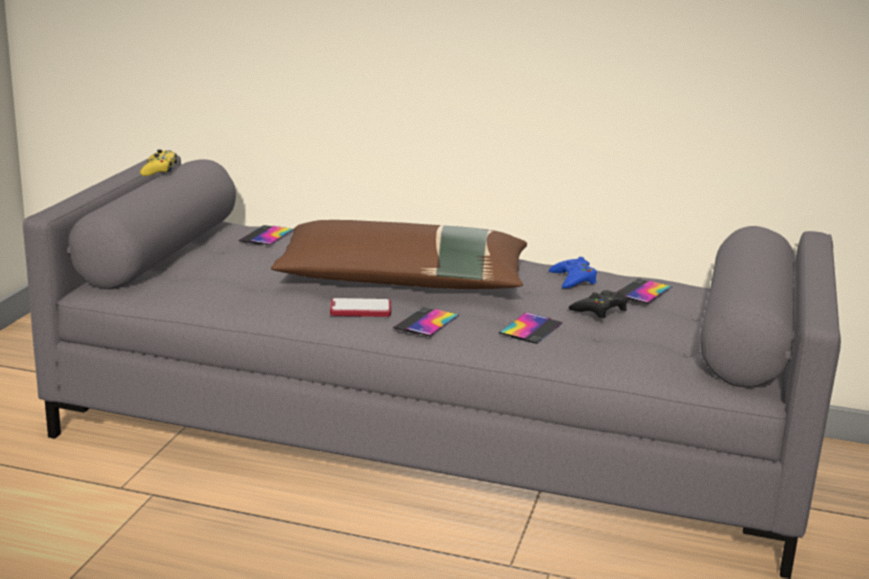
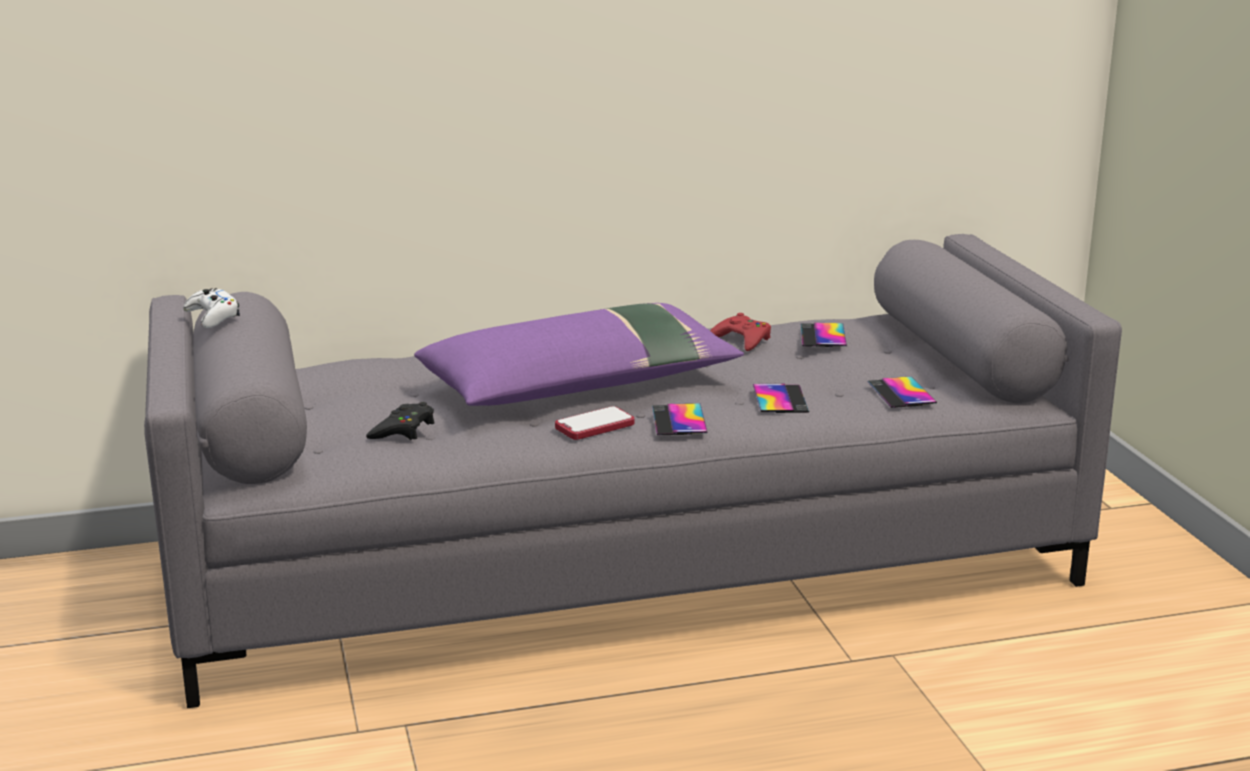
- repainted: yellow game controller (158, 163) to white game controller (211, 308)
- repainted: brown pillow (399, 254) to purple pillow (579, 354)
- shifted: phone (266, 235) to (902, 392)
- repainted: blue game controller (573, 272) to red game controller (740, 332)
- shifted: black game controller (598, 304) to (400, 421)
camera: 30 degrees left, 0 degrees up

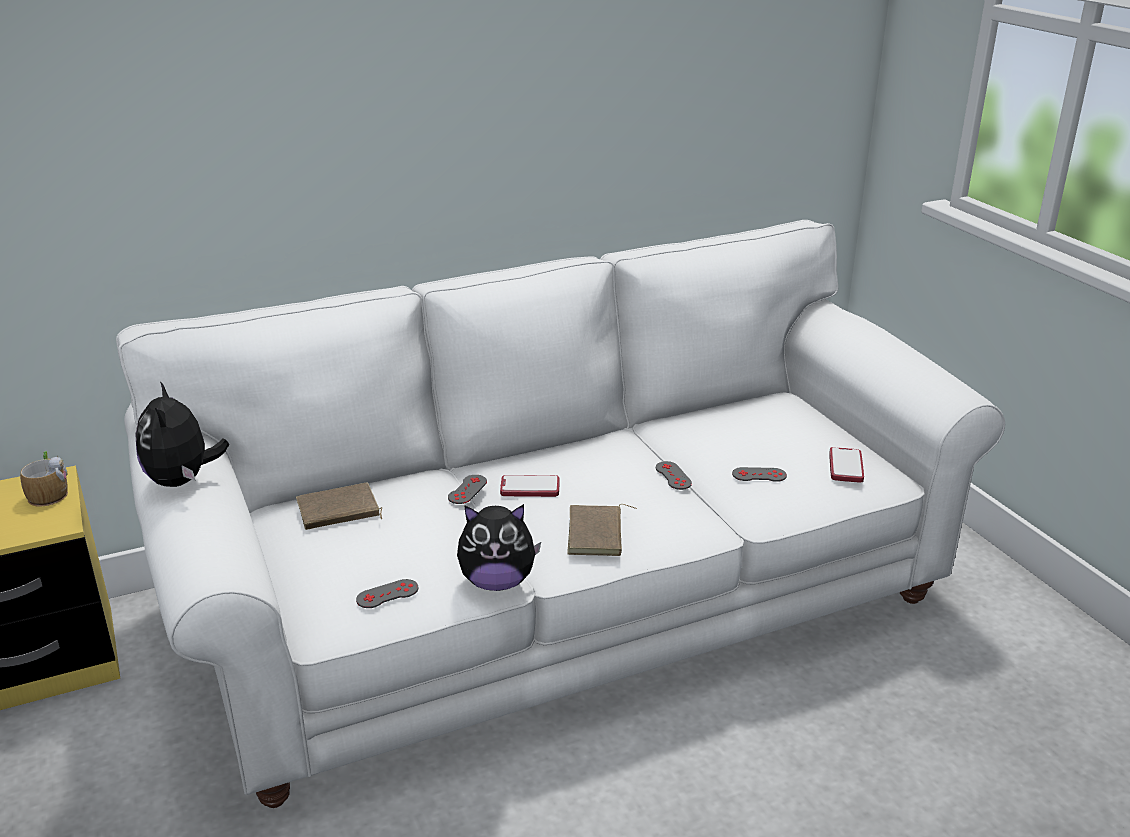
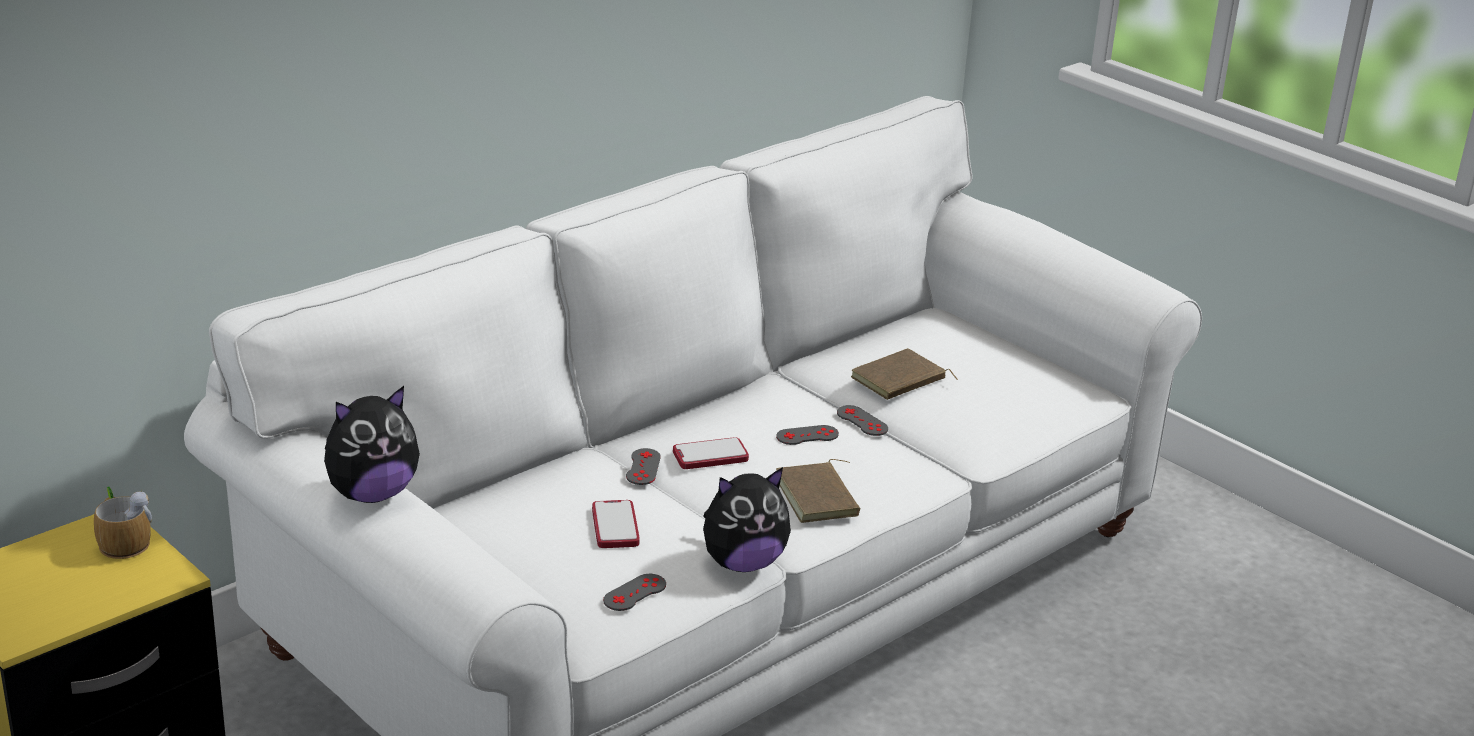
- rotated: plush toy (182, 434) = (372, 444) 90 degrees counterclockwise
- shifted: phone (846, 465) to (616, 524)
- shifted: grey game controller (759, 474) to (807, 435)
- shifted: brown book (339, 506) to (904, 374)
camera: 20 degrees left, 0 degrees up

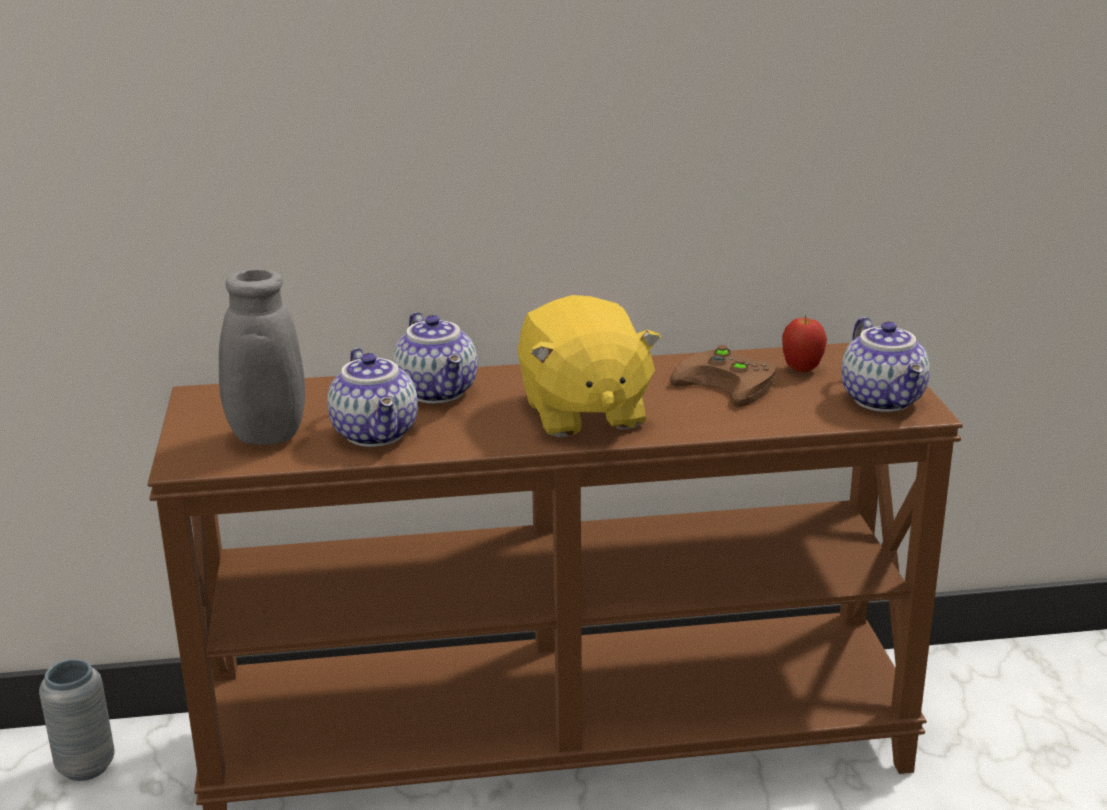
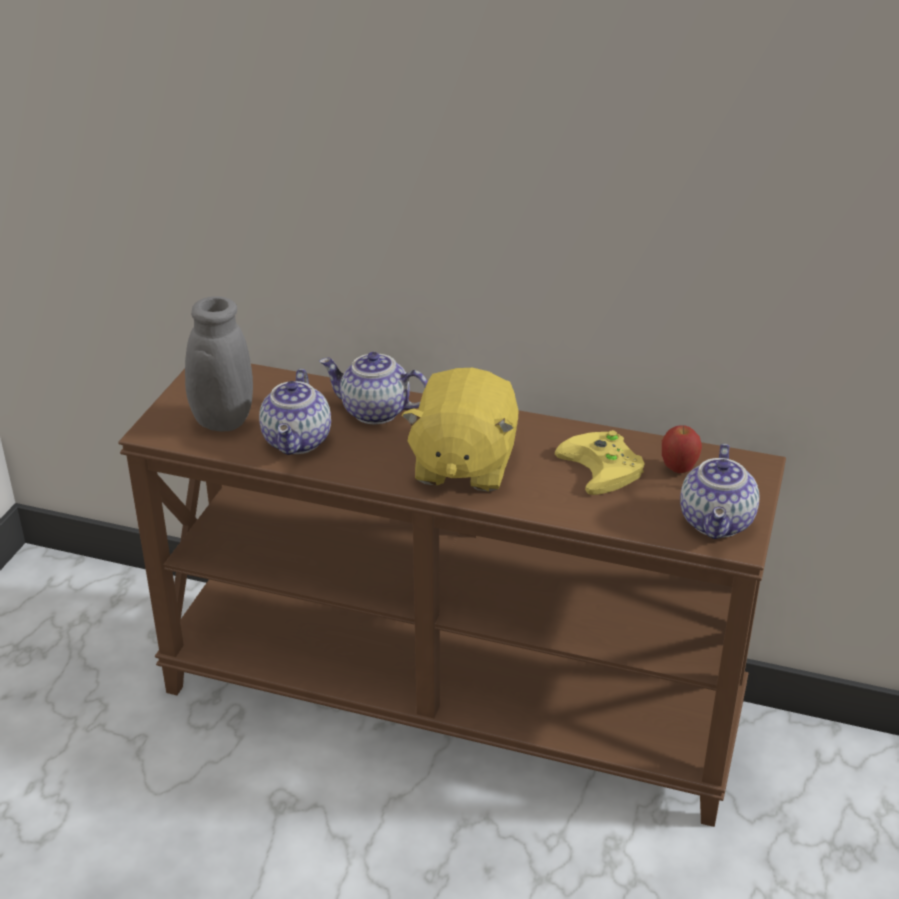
- rotated: teapot (435, 357) = (373, 388) 105 degrees clockwise
- repainted: brown game controller (723, 376) to yellow game controller (600, 462)
- gone: grey vase (77, 720)
camera: 25 degrees right, 10 degrees up

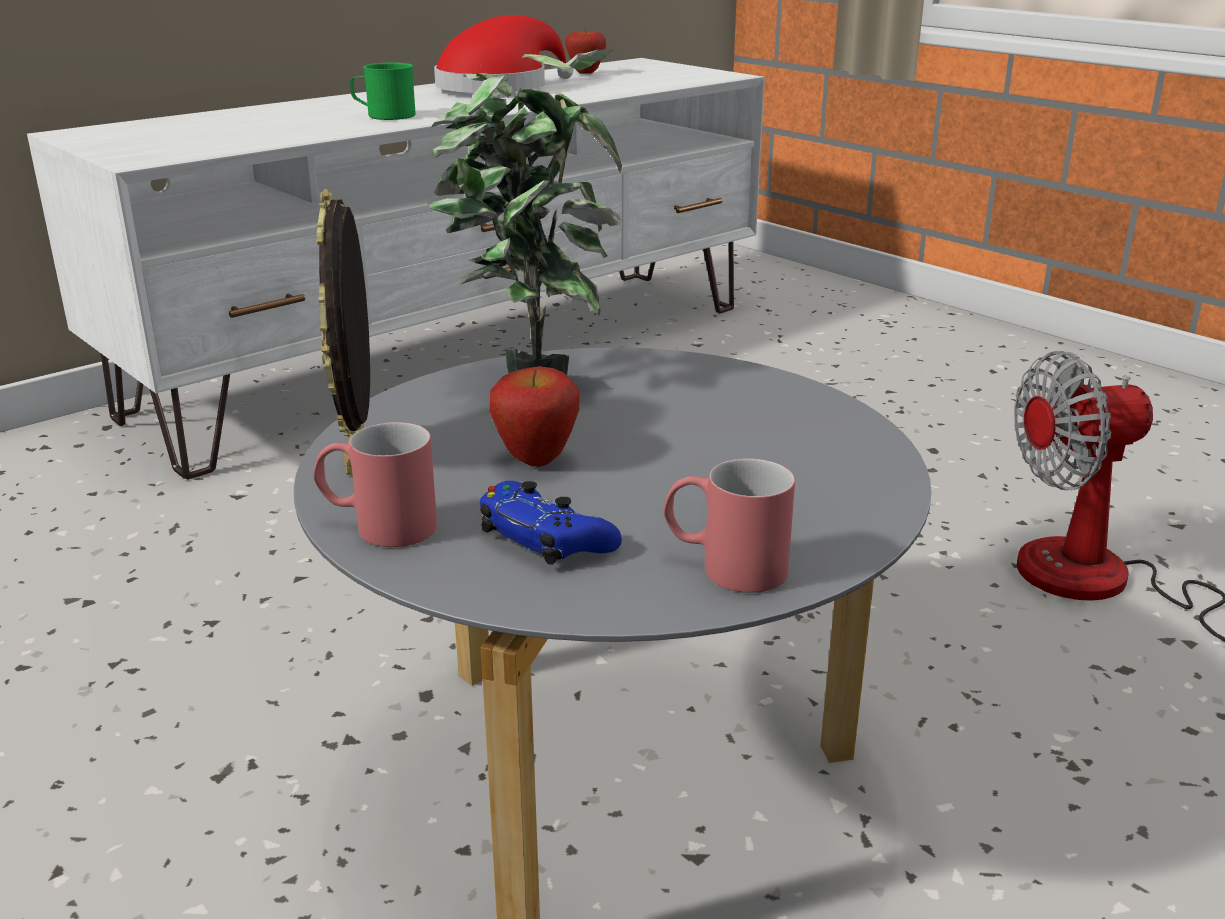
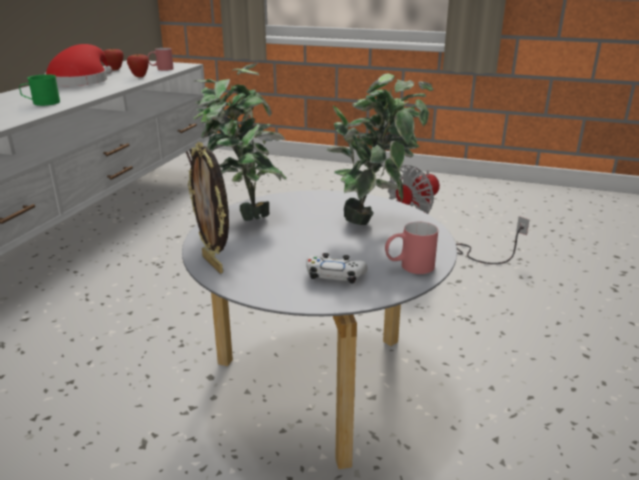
- shifted: apple (534, 416) to (138, 65)
- shifted: red mug (375, 484) to (161, 59)
- repainted: blue game controller (551, 523) to white game controller (336, 268)
- new: potted plant (380, 149)
camera: 30 degrees left, 0 degrees up

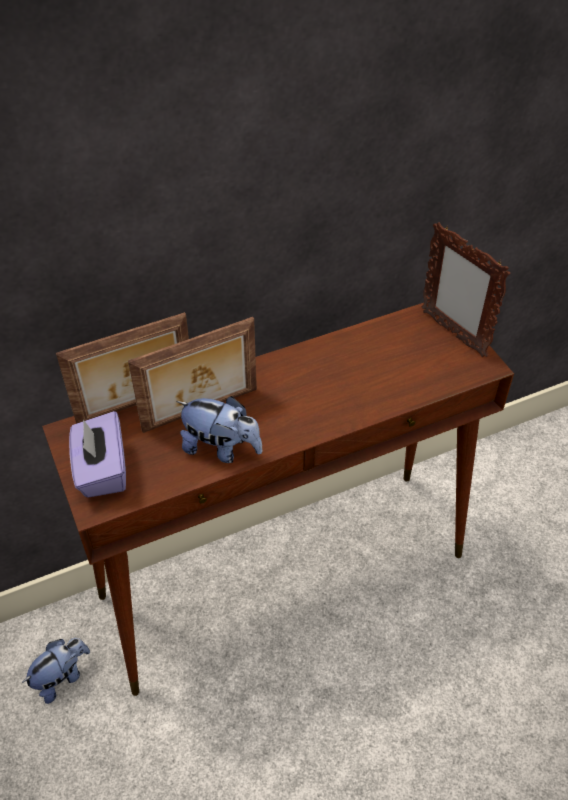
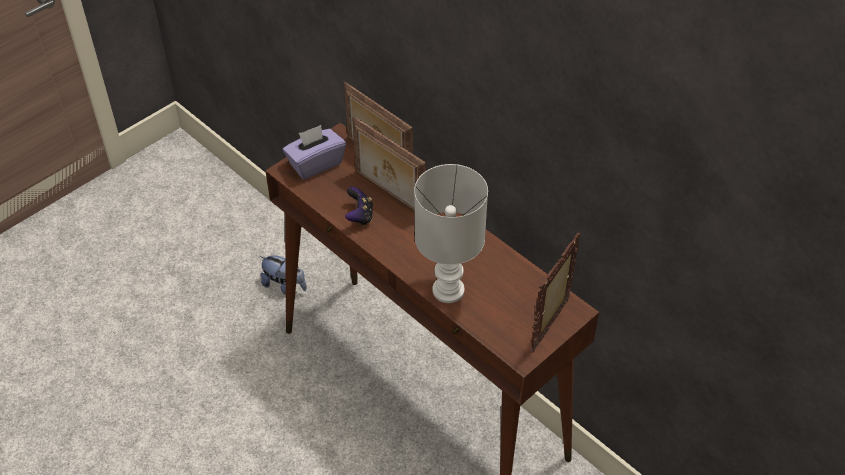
- swapped: plush toy (219, 429) to game controller (359, 206)
- new: white table lamp (451, 233)
camera: 70 degrees right, 0 degrees up

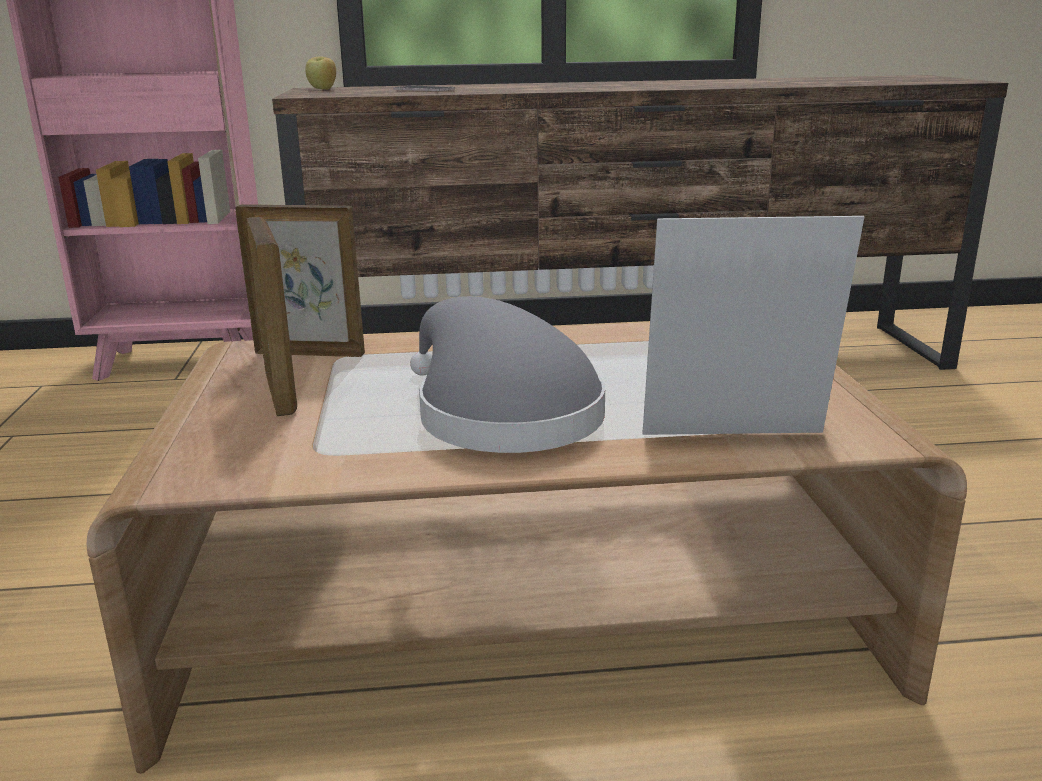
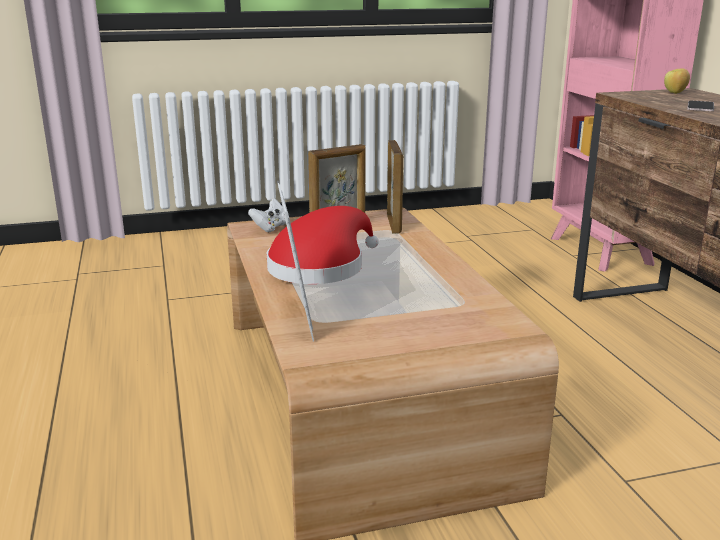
- repainted: grey hat (507, 374) to red hat (323, 245)
- new: white game controller (268, 215)
camera: 80 degrees right, 0 degrees up

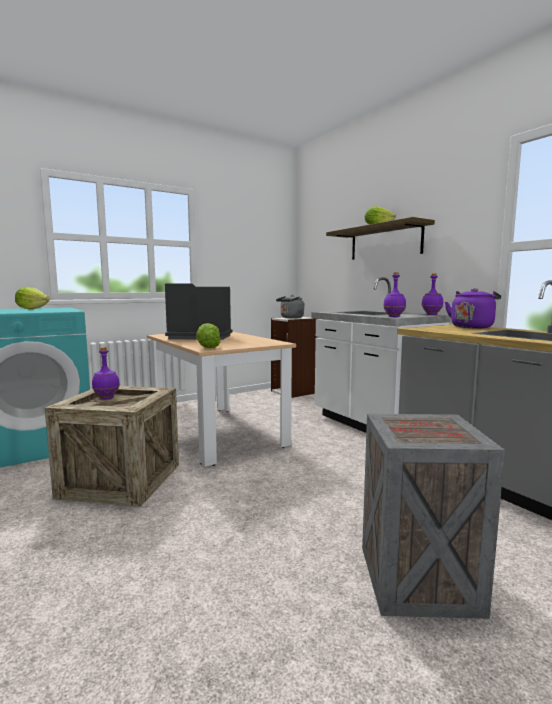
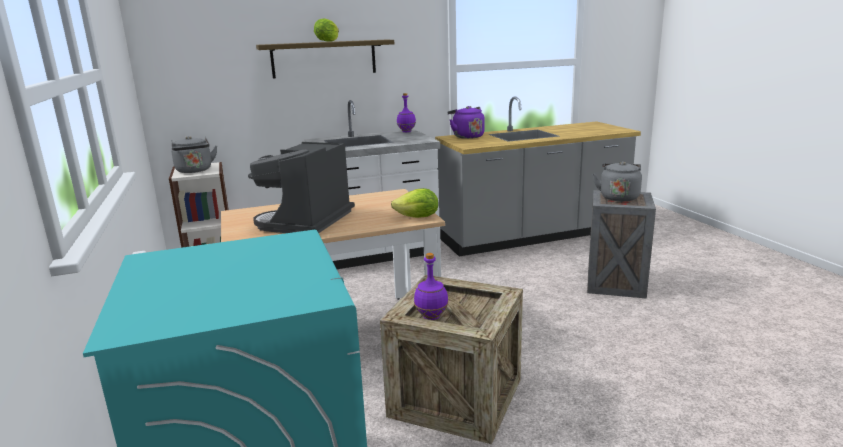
- gone: purple bottle (394, 294)
- gone: lettuce (32, 298)
- new: grey kettle (617, 181)
camera: 75 degrees left, 10 degrees up

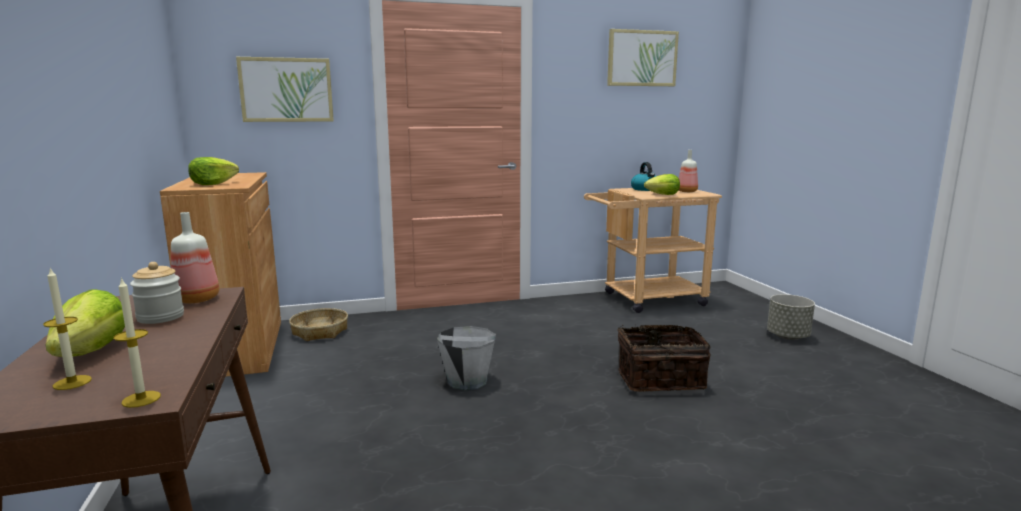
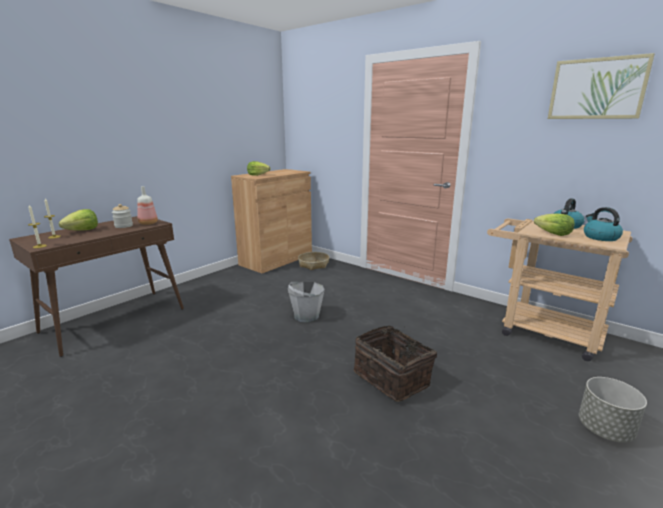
- gone: picture (285, 89)
- swapped: bottle (688, 171) to kettle (603, 224)
camera: 55 degrees right, 5 degrees up

